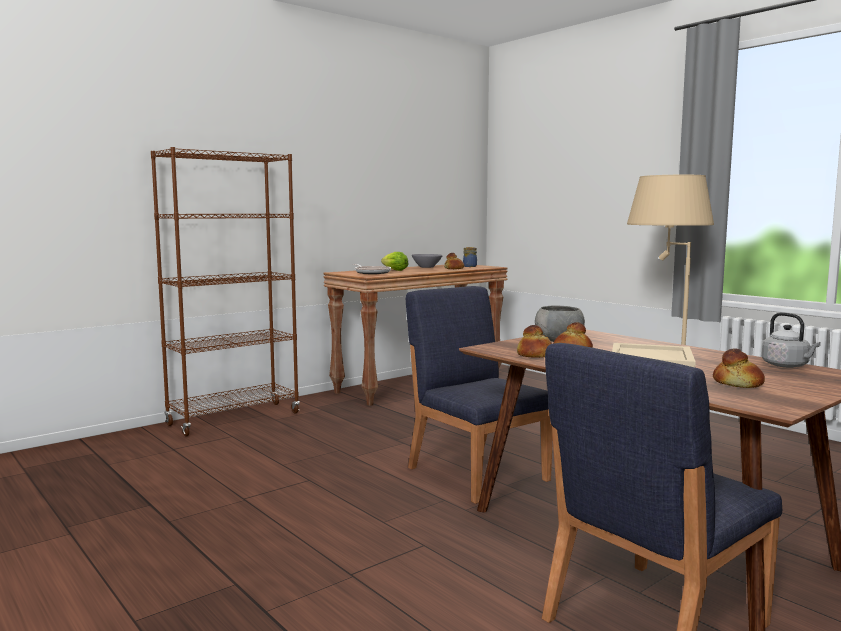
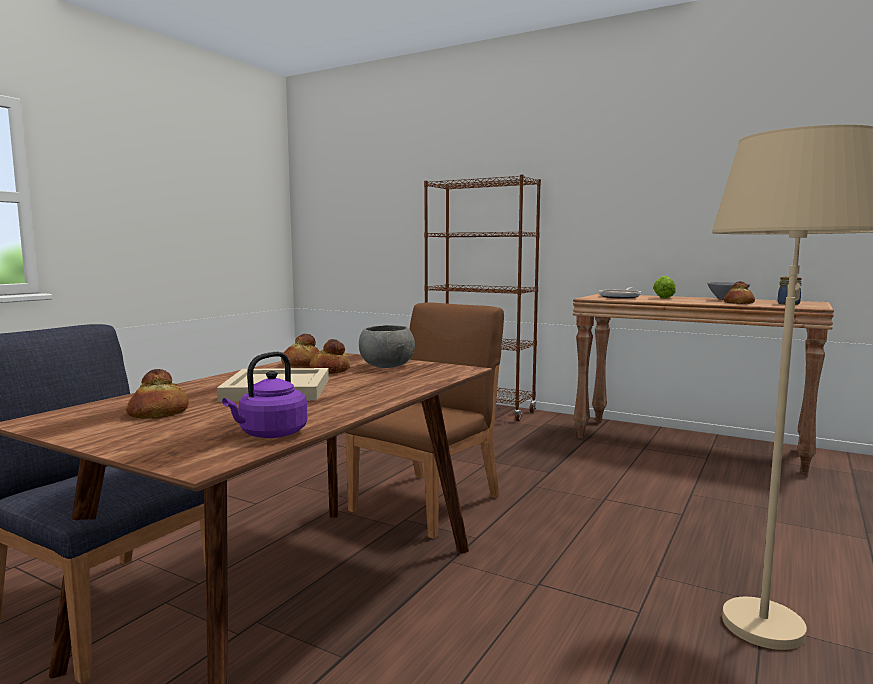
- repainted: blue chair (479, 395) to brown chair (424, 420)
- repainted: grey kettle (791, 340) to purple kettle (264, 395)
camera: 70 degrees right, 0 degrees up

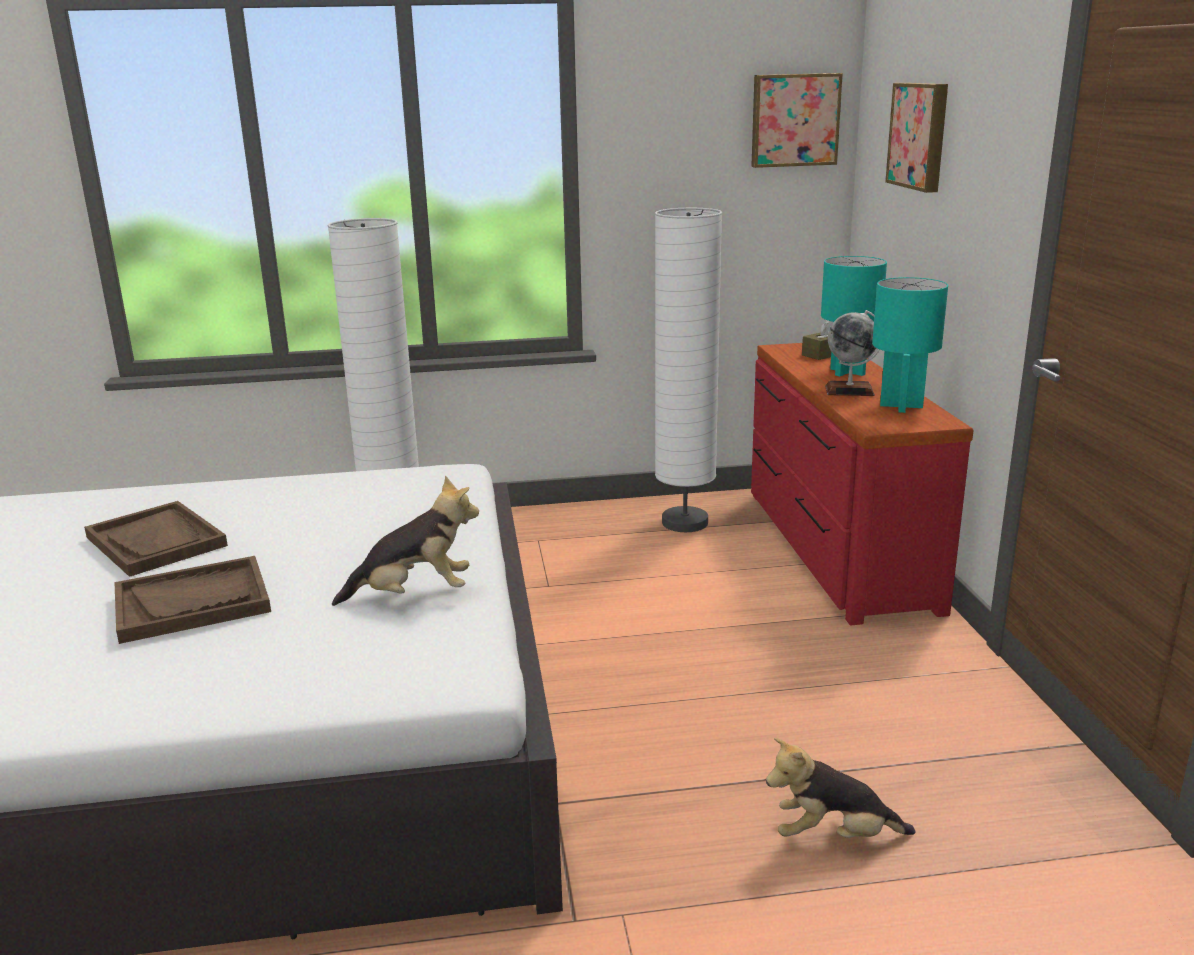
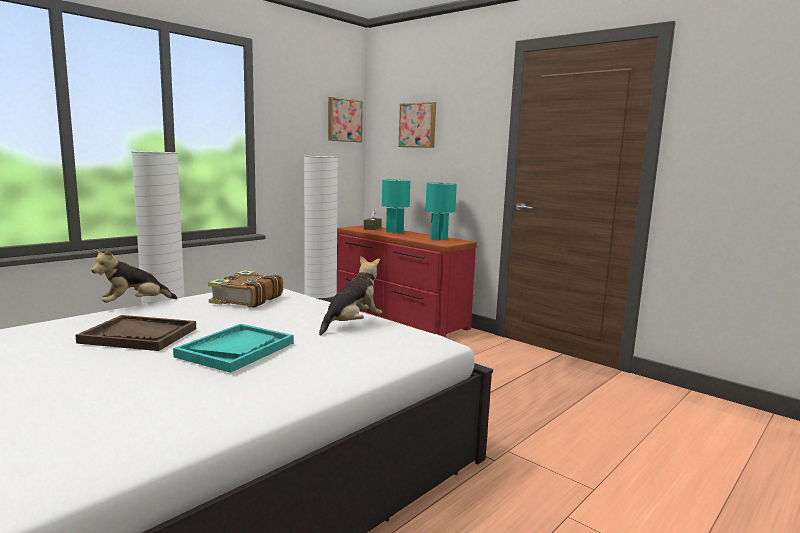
- gone: globe (852, 353)
- repainted: brown tray (192, 600) to turquoise tray (233, 348)
- shifted: plush toy (840, 788) to (134, 276)
- new: book (245, 289)
camera: 40 degrees left, 10 degrees down

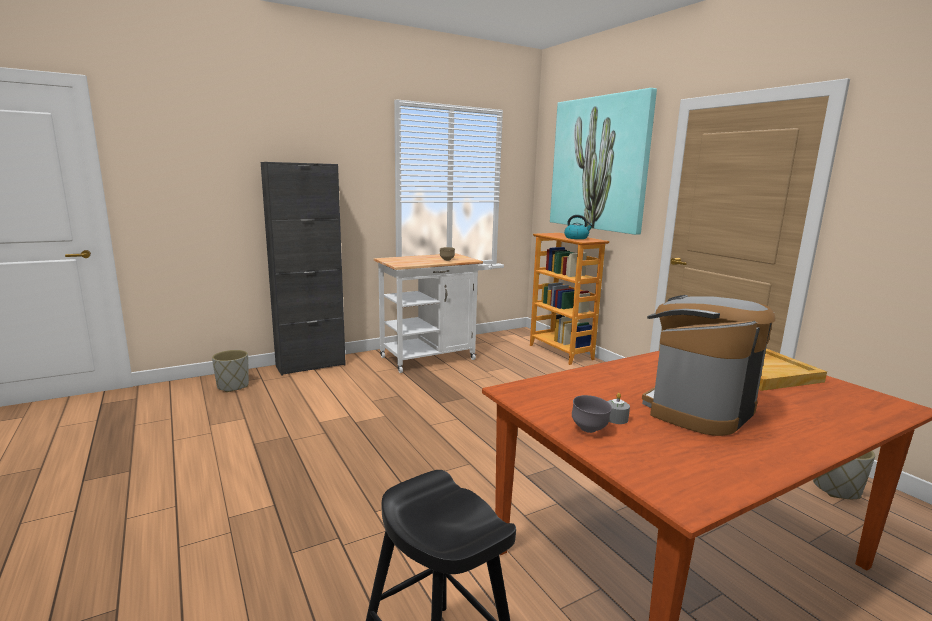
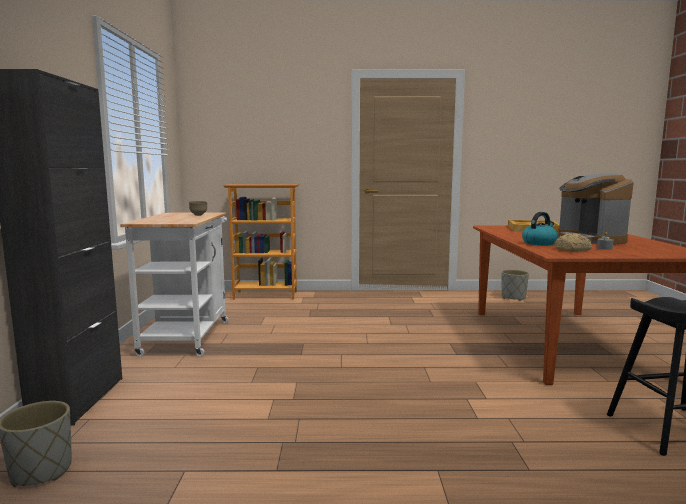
- gone: picture (603, 161)
- shifted: kettle (578, 227) to (540, 228)
- gone: grey bowl (592, 414)
- new: bread (573, 242)
camera: 60 degrees left, 5 degrees down

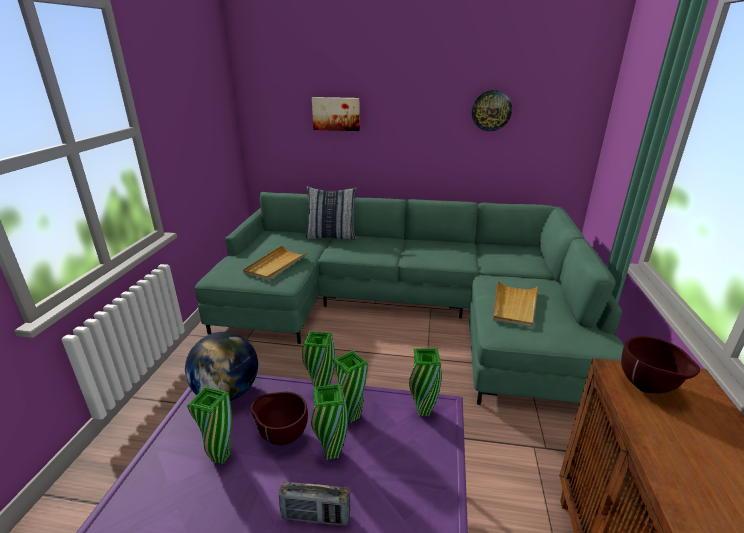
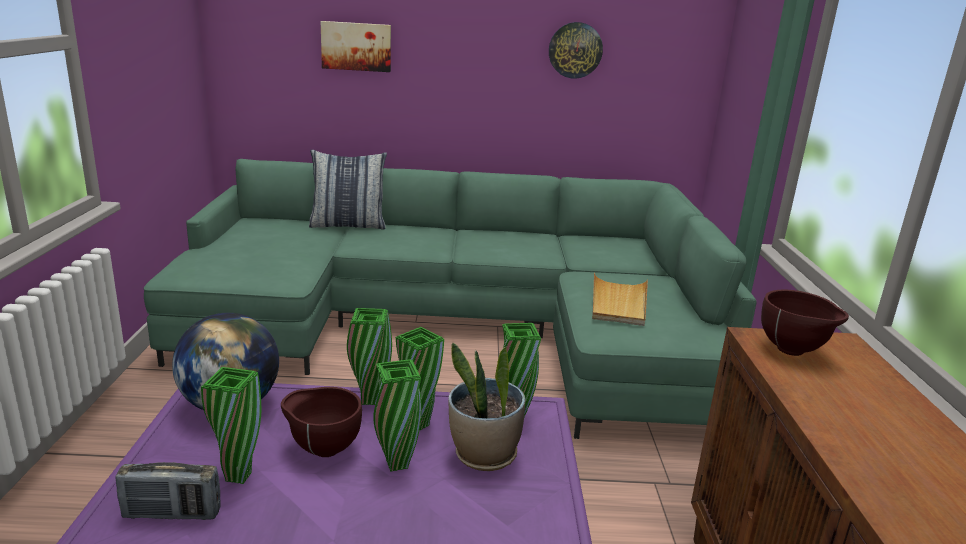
- gone: beige tray (275, 263)
- shifted: radio (314, 504) to (168, 491)
- new: potted plant (486, 407)
camera: 10 degrees left, 5 degrees down

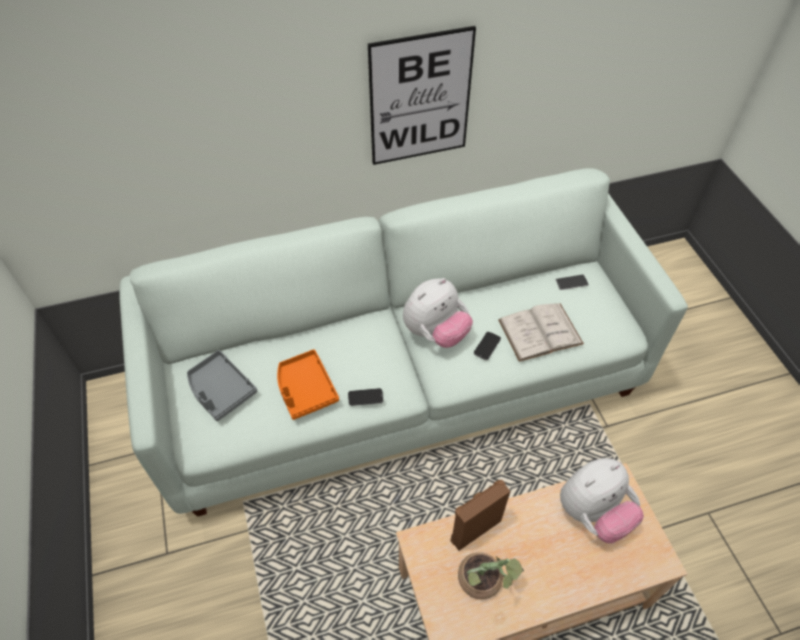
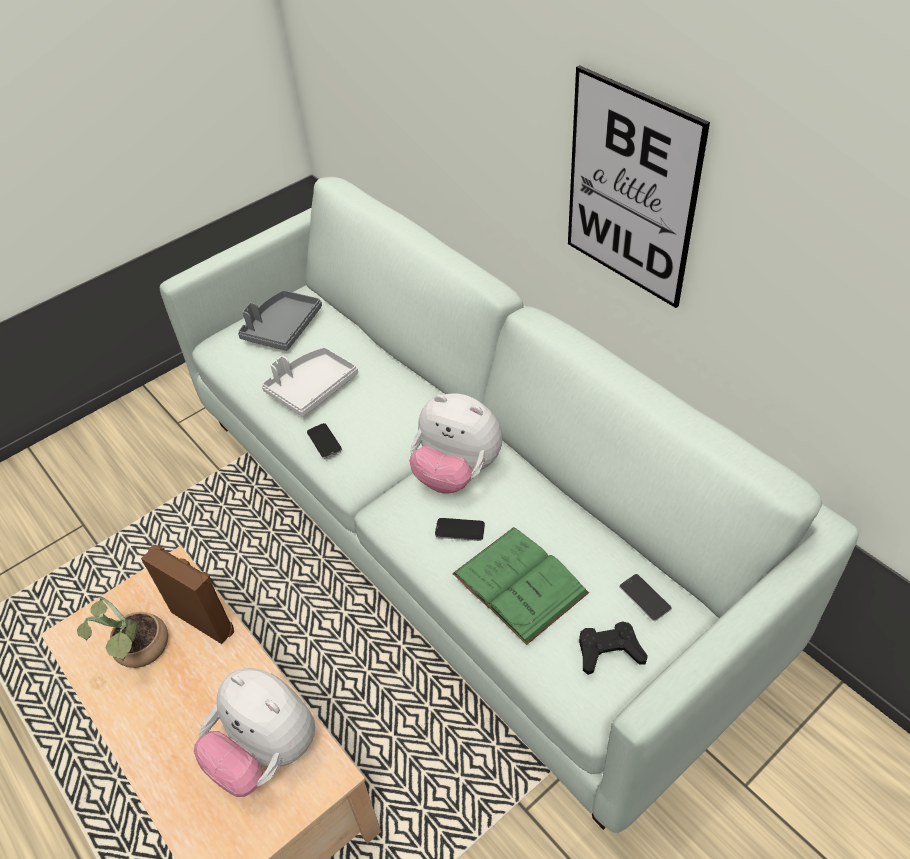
- repainted: white book (541, 332) to green book (520, 586)
- repainted: orange tray (308, 384) to grey tray (310, 382)
- new: black game controller (613, 648)
camera: 70 degrees right, 5 degrees down

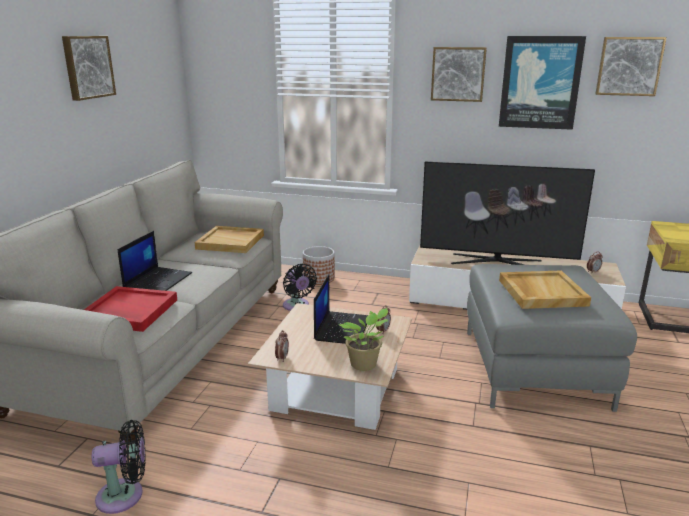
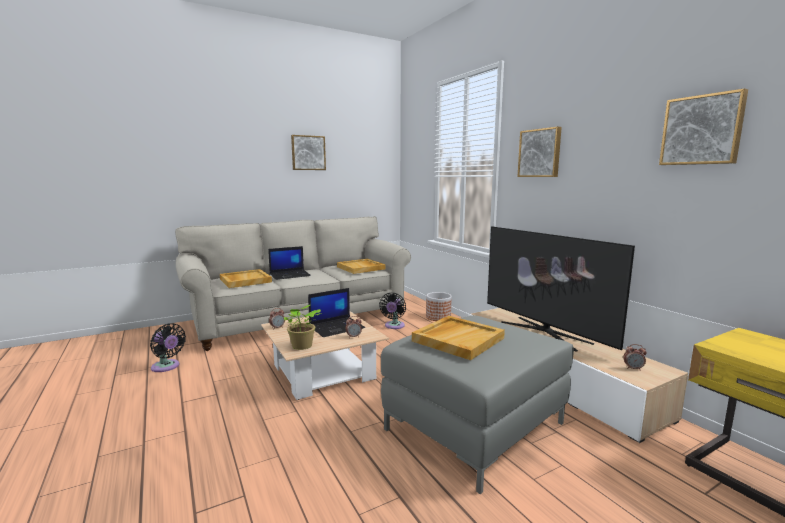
- gone: picture (542, 83)
- repainted: red tray (130, 309) to beige tray (246, 278)
camera: 45 degrees right, 10 degrees down

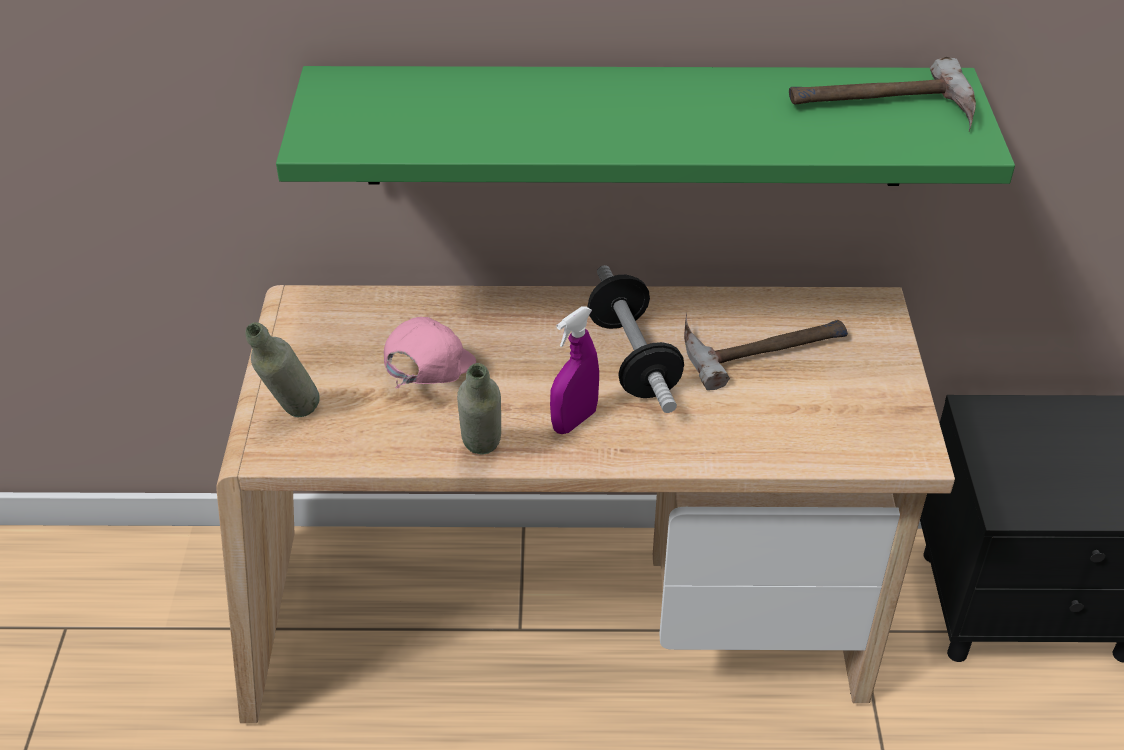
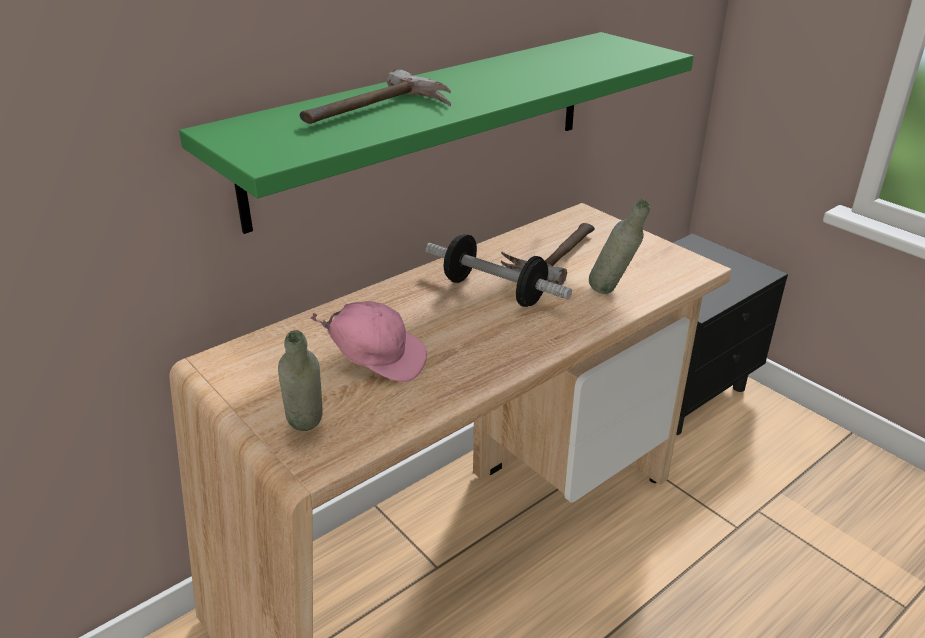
- shifted: hammer (882, 94) to (375, 96)
- gone: purple spray bottle (574, 370)
- rotated: pink cap (430, 352) = (368, 341) 120 degrees clockwise
- shifted: grey bottle (479, 409) to (619, 247)
camera: 40 degrees left, 10 degrees down

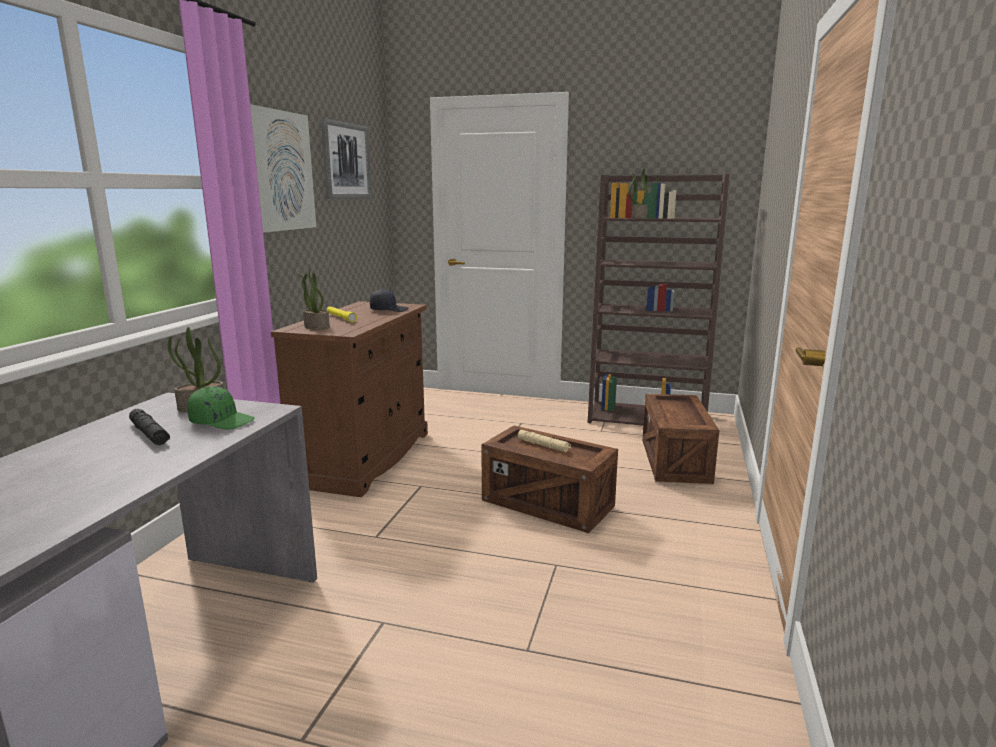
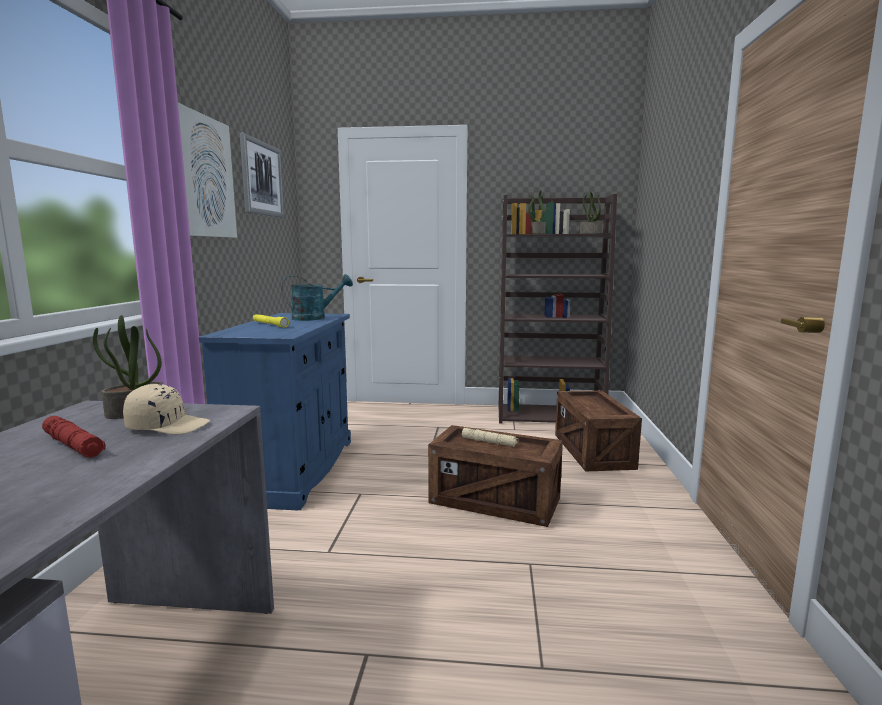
- shifted: potted plant (314, 298) to (591, 212)
- swapped: black cap (389, 300) to turquoise watering can (317, 297)
- repainted: brown cabinet (349, 399) to blue cabinet (275, 411)
- repainted: green cap (221, 407) to beige cap (166, 409)
- repainted: black flashlight (149, 427) to red flashlight (74, 437)
camera: 10 degrees left, 5 degrees down

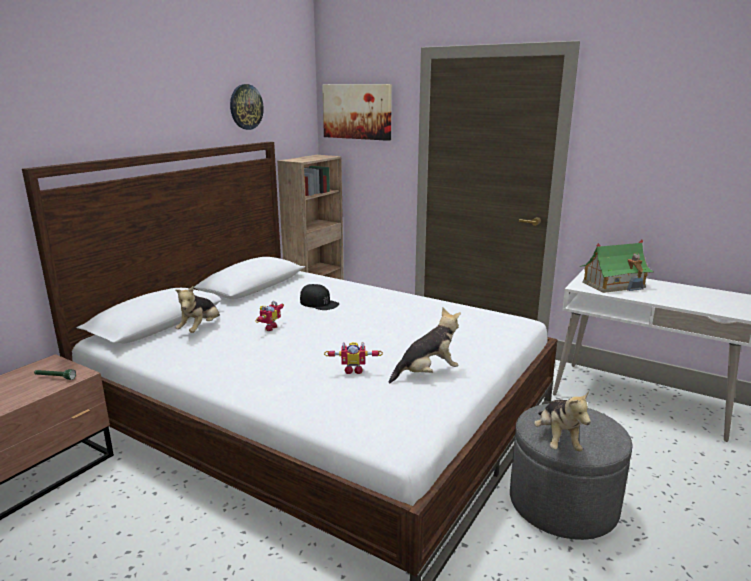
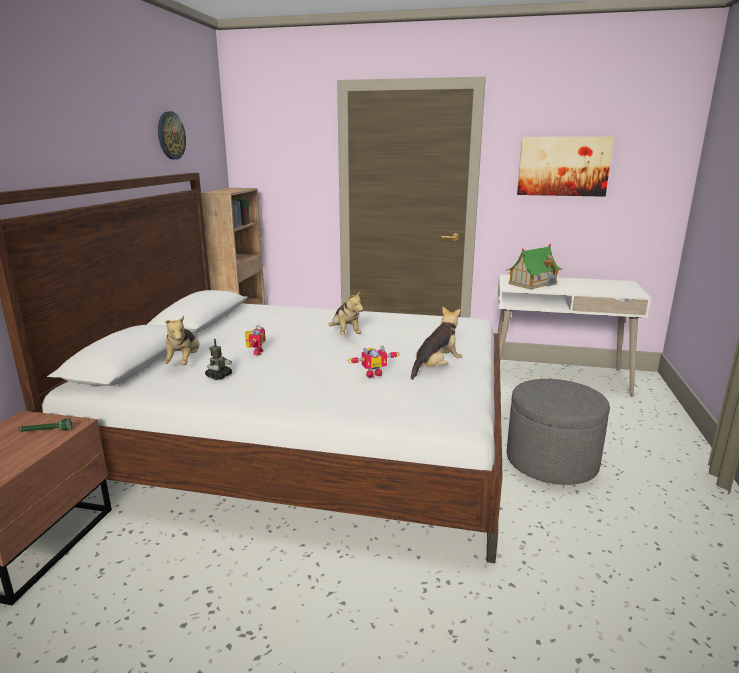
- shifted: picture (357, 112) to (565, 167)
- gone: black cap (319, 297)
- shifted: plush toy (562, 421) to (346, 313)
- new: toy robot (218, 359)
camera: 20 degrees left, 0 degrees up

